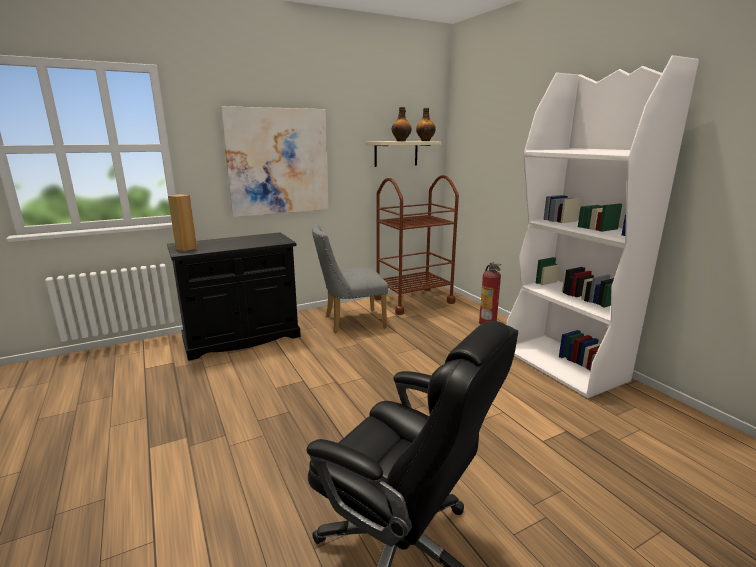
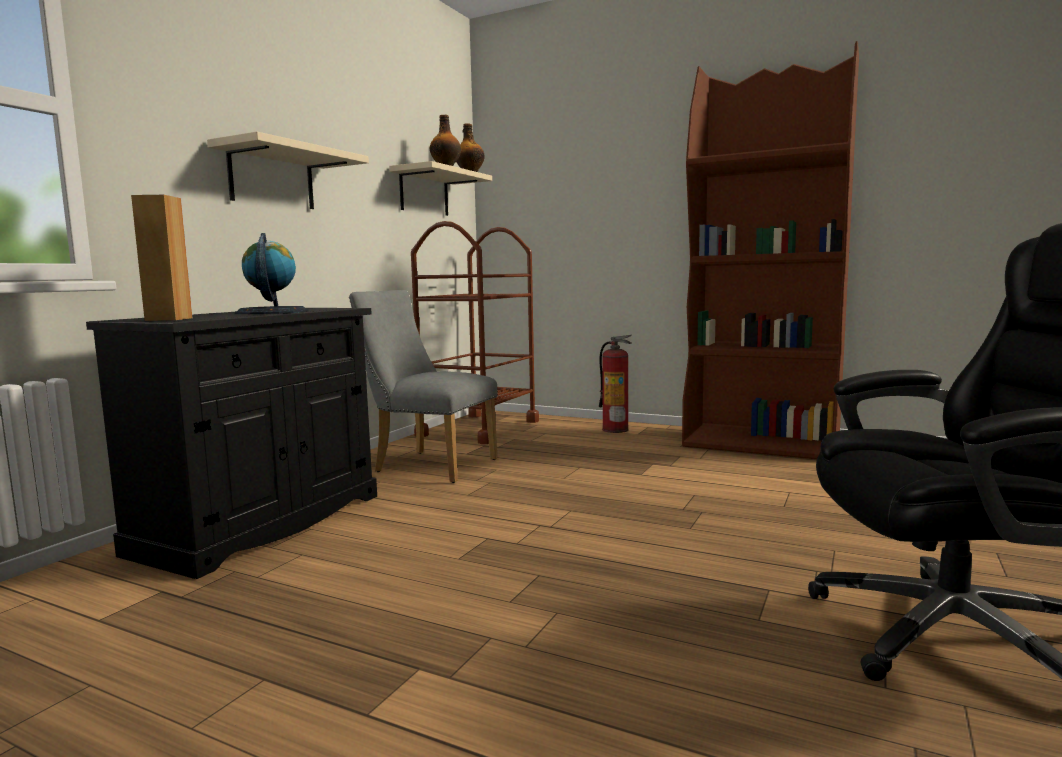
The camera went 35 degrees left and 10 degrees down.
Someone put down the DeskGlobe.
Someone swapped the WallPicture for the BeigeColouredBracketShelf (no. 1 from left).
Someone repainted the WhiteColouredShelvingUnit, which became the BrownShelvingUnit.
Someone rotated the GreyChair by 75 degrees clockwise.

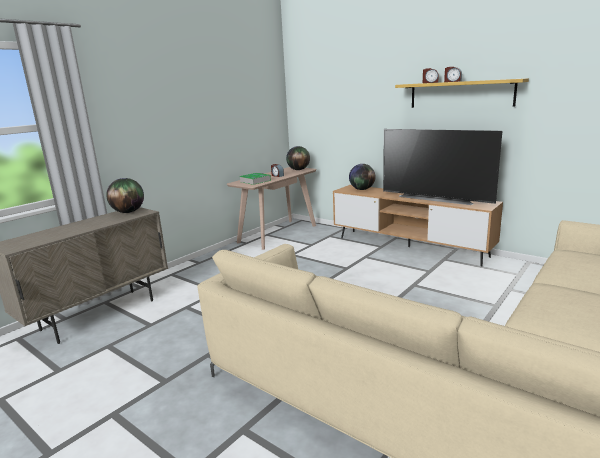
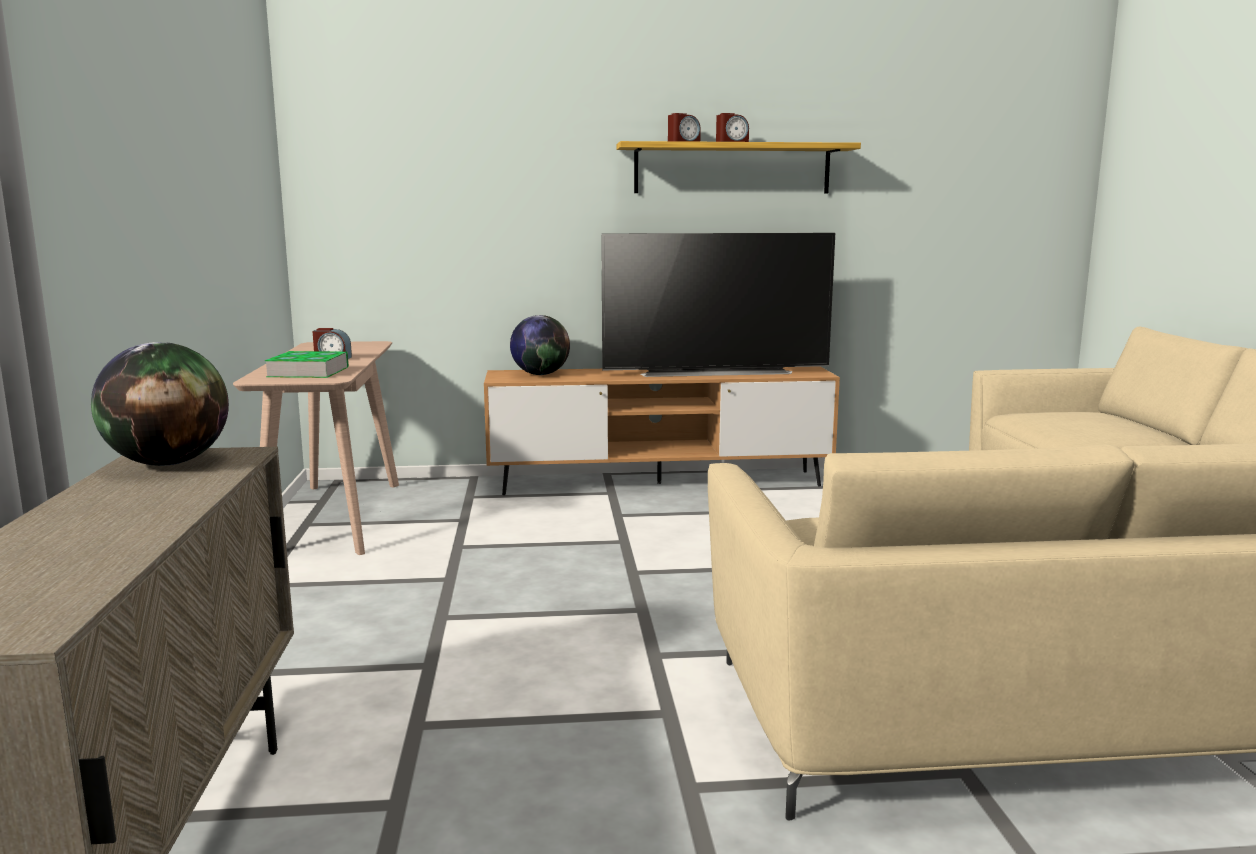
The camera went 45 degrees left and 5 degrees down.
Someone took away the DeskGlobe (no. 2 from left).

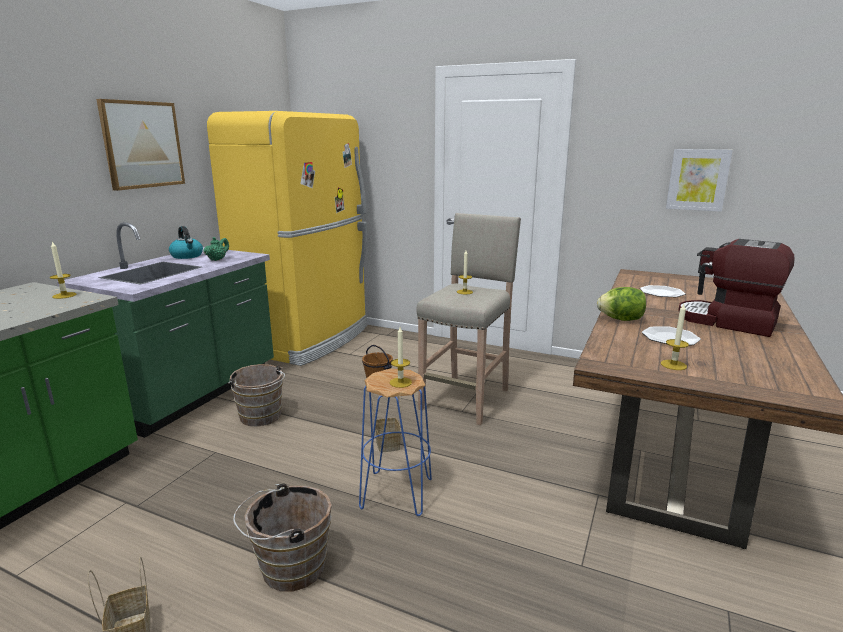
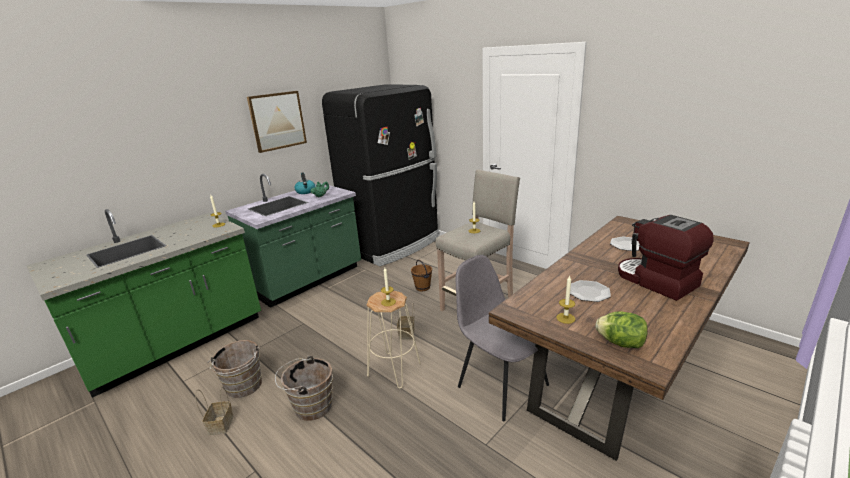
The camera went 20 degrees right and 5 degrees up.
Someone took away the WallPicture (no. 2 from left).
Someone put down the GreyChair.
Someone carried the BrownPail (no. 1 from left).
Someone carried the LettuceHead.
Someone repainted the YellowKitchenFridge, which became the BlackColouredKitchenFridge.
Someone repainted the BluishStool, which became the BeigeColouredStool (no. 1 from left).

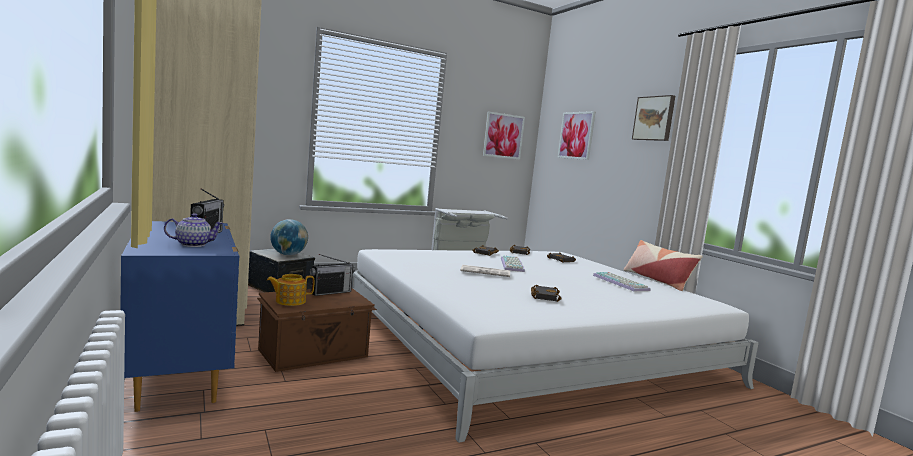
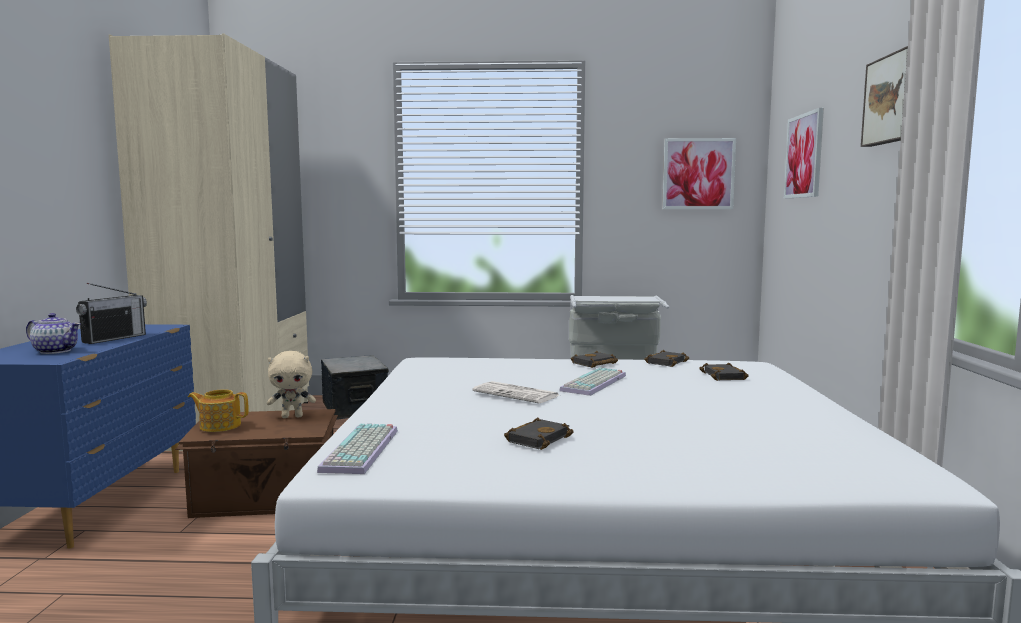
The camera went 30 degrees right and 0 degrees up.
Someone took away the DeskGlobe.
Someone took away the ThrowPillow.
Someone carried the Keyboard (no. 2 from left in the first image).
Someone swapped the Radio (no. 2 from left) for the BeigeColouredPlushToy.

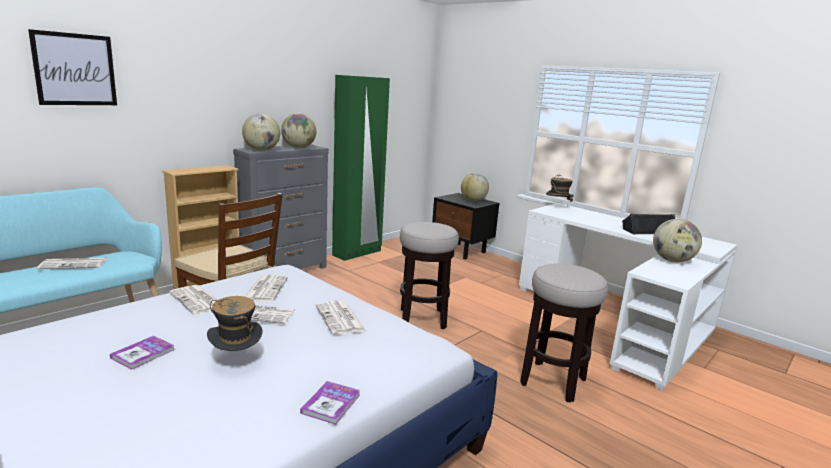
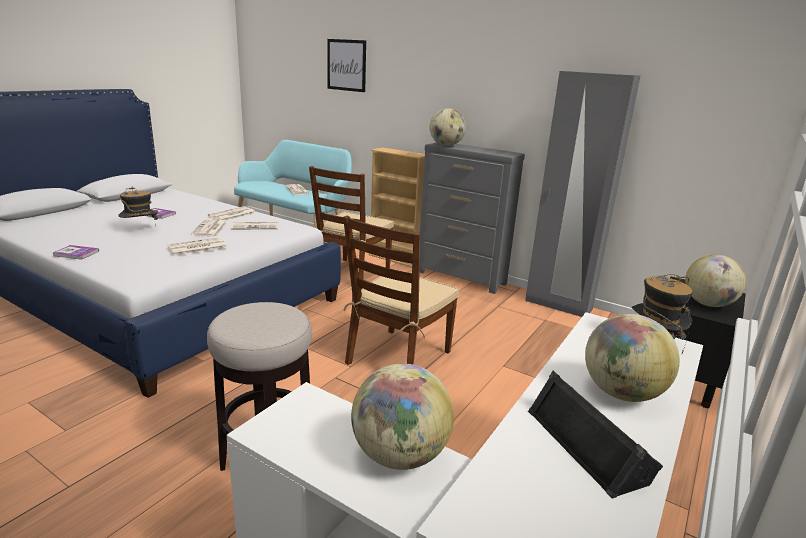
The camera went 80 degrees right and 5 degrees up.
Someone carried the DeskGlobe (no. 2 from left in the first image).
Someone swapped the Stool (no. 1 from left) for the BrownChair (no. 2 from left).
Someone repainted the GreenColouredClothesCupboard, which became the GreyClothesCupboard.

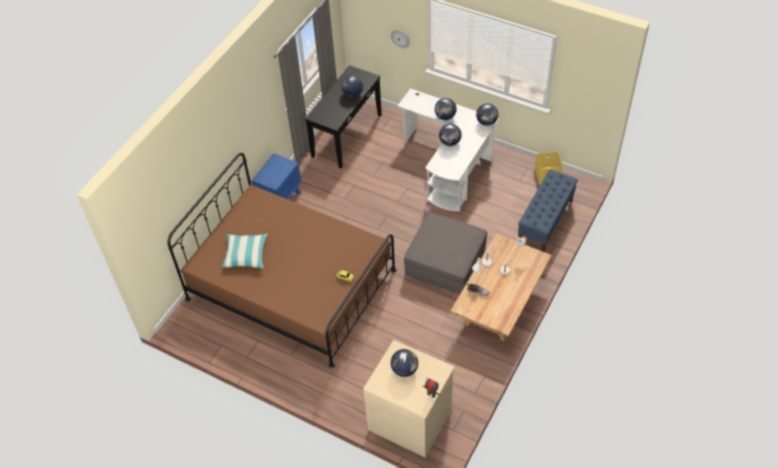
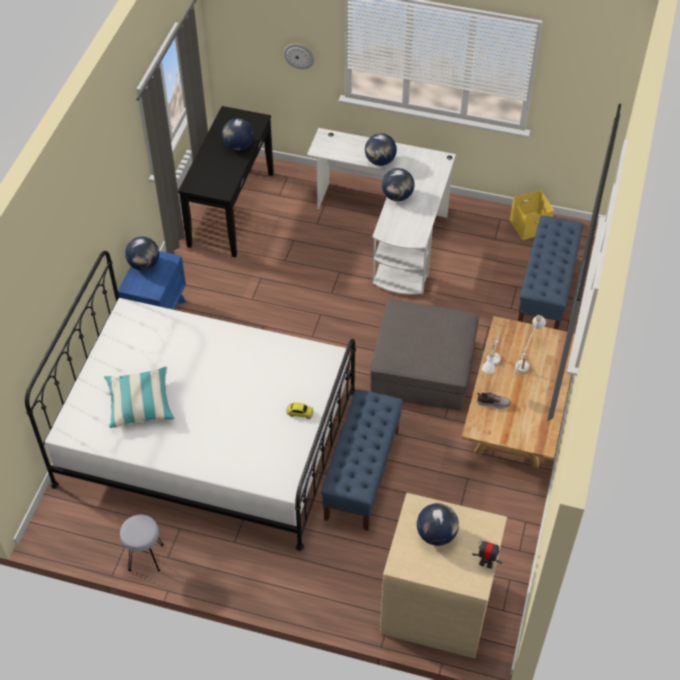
The camera went 15 degrees left and 0 degrees up.
Someone put down the GreyStool.
Someone put down the BluishBench (no. 1 from left).
Someone carried the DeskGlobe (no. 5 from left in the first image).
Someone repainted the BrownBedroomBed, which became the WhiteColouredBedroomBed.

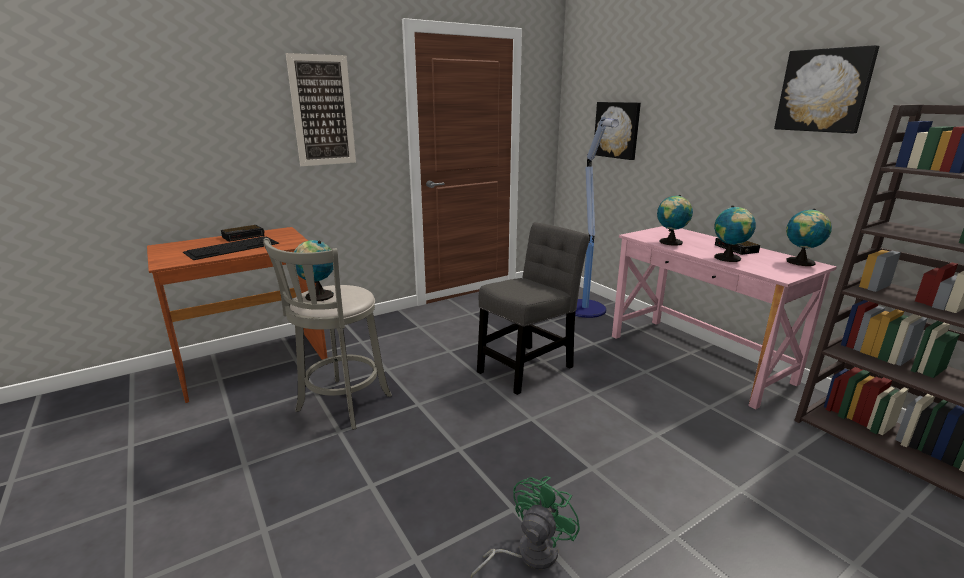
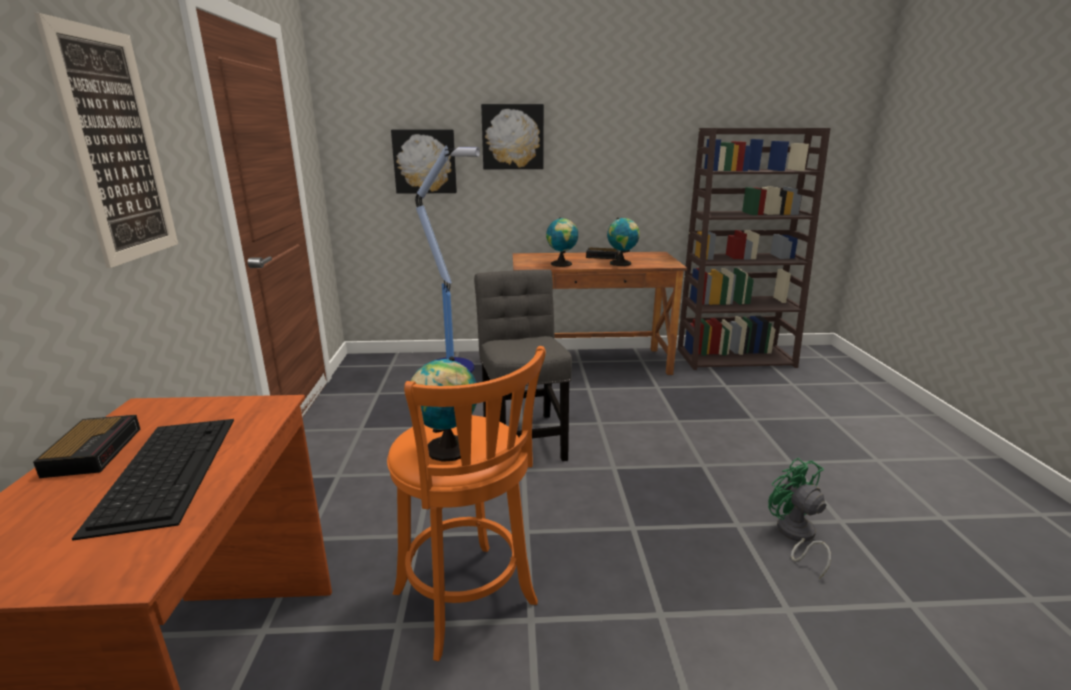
The camera went 60 degrees left and 0 degrees up.
Someone took away the DeskGlobe (no. 4 from left).
Someone carried the WallPicture (no. 3 from left).
Someone repainted the GreyStool, which became the OrangeStool.
Someone repainted the PinkishDesk, which became the BrownDesk (no. 2 from left).

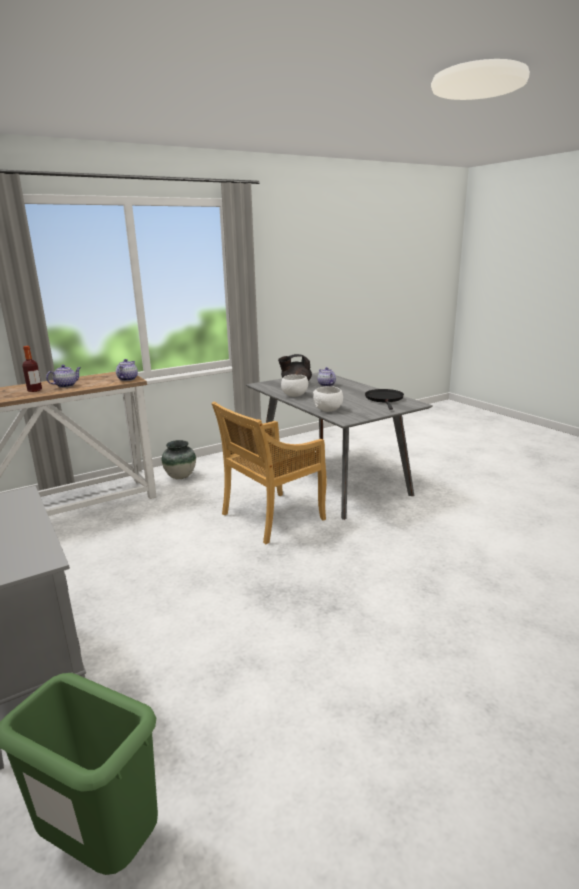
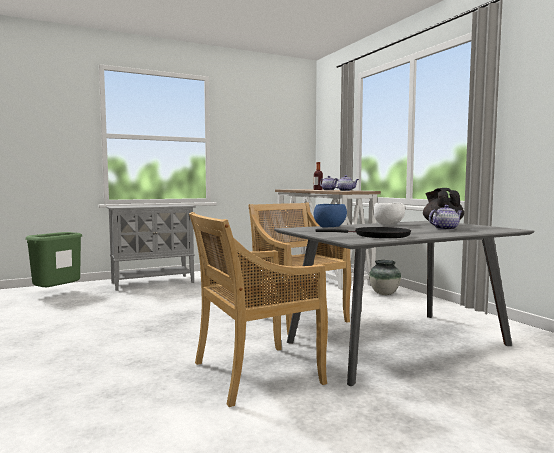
The camera went 95 degrees right and 15 degrees down.
Someone put down the BeigeColouredChair (no. 1 from left).
Someone repainted the WhiteColouredBowl (no. 2 from left), which became the BluishBowl.

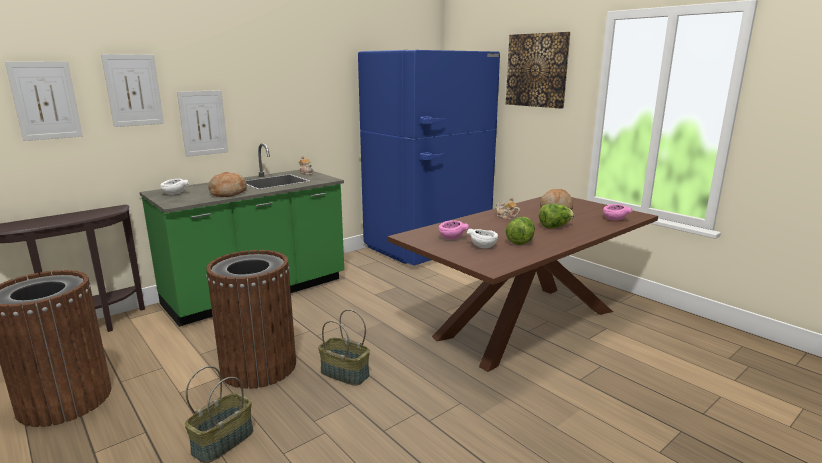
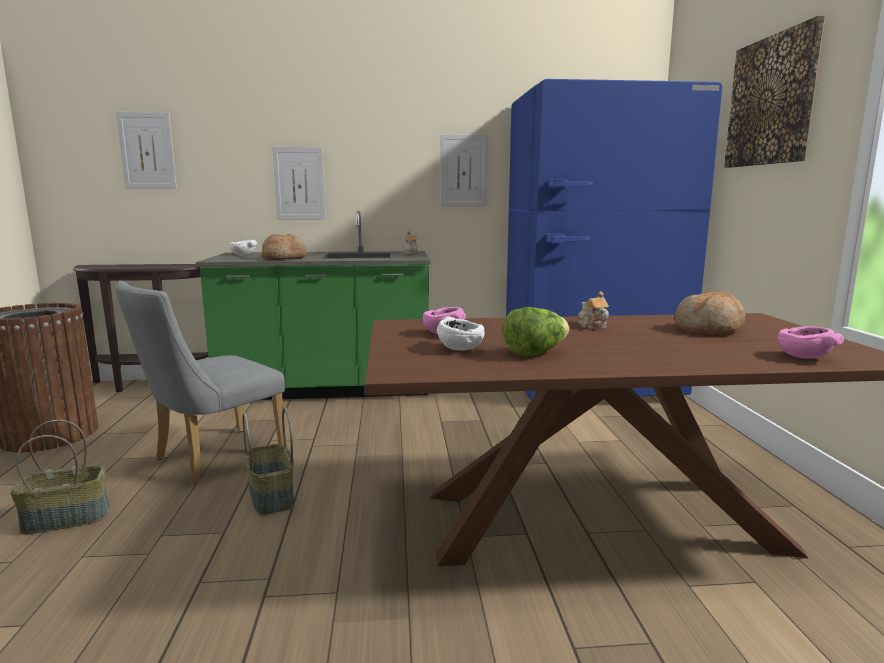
The camera went 35 degrees right and 5 degrees down.
Someone took away the LettuceHead (no. 2 from left).
Someone carried the WallPicture (no. 2 from left in the first image).
Someone swapped the BrownWasteBin (no. 2 from left) for the GreyChair.

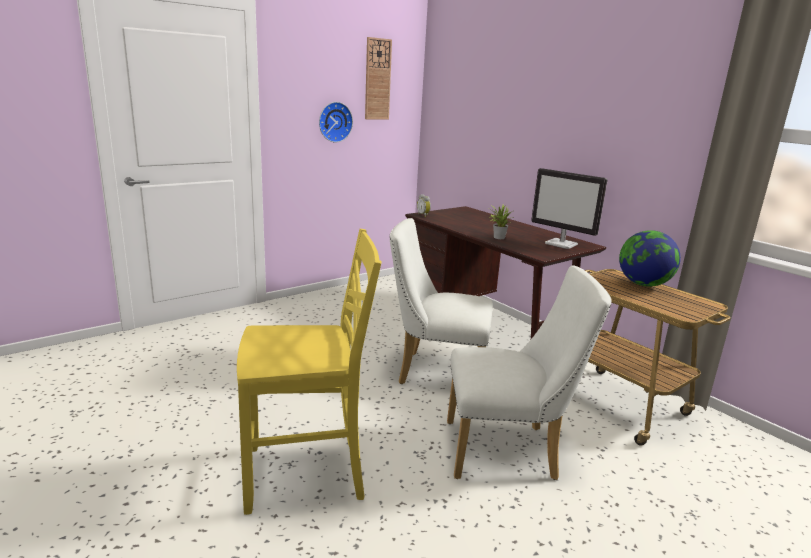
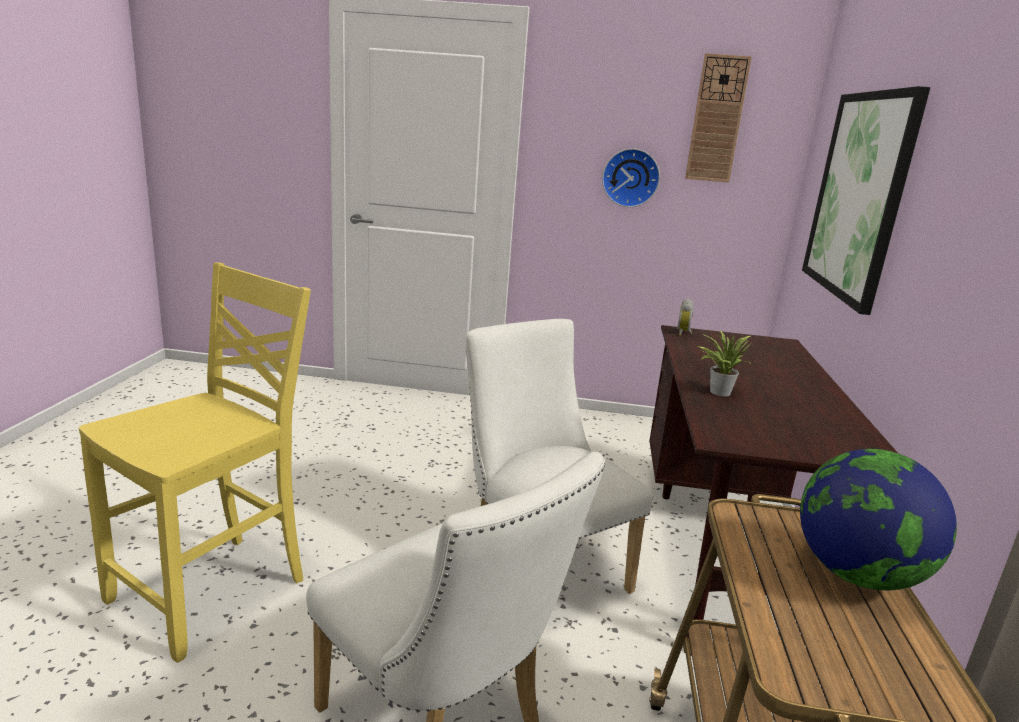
The camera went 45 degrees right and 0 degrees up.
Someone took away the ComputerScreen.
Someone put up the WallPicture.
Someone rotated the YellowChair by 90 degrees counterclockwise.

